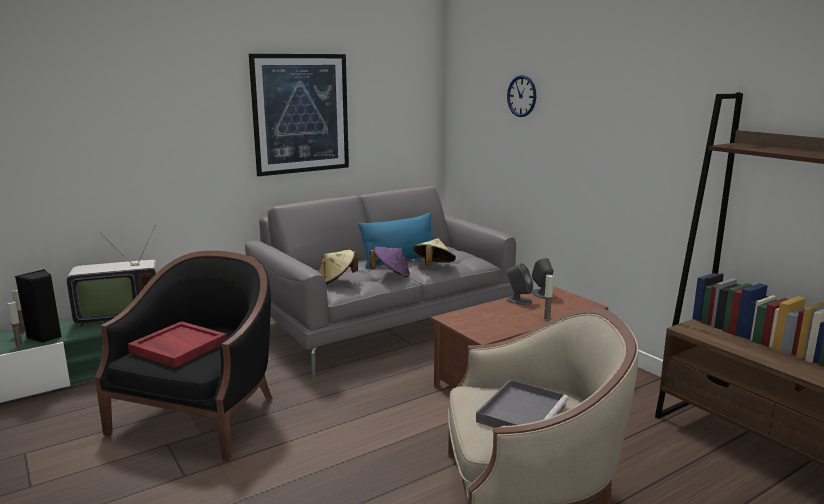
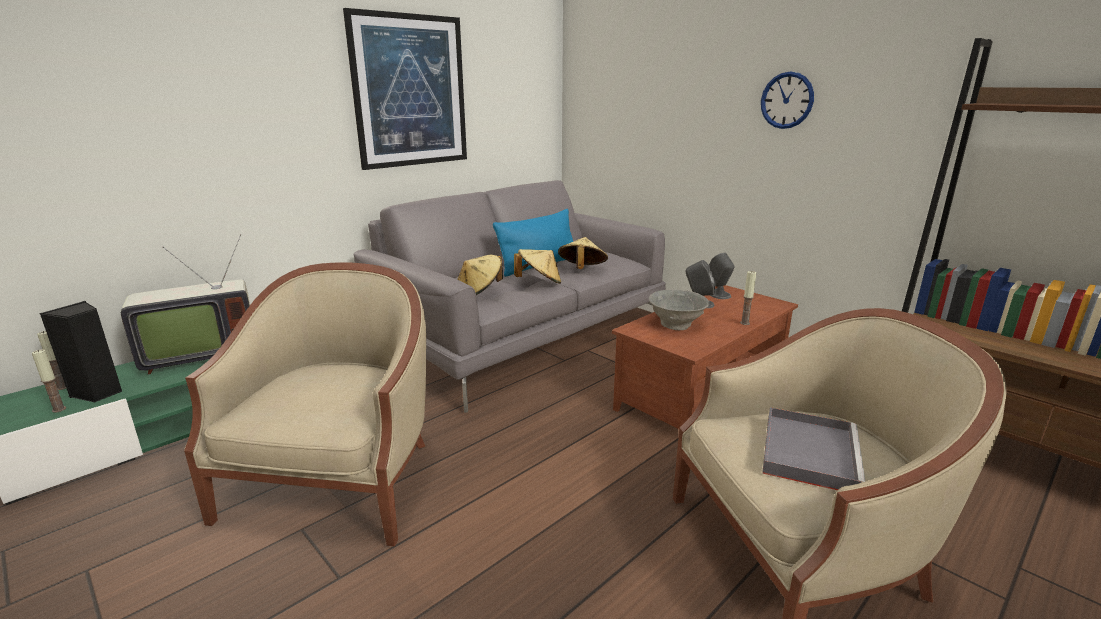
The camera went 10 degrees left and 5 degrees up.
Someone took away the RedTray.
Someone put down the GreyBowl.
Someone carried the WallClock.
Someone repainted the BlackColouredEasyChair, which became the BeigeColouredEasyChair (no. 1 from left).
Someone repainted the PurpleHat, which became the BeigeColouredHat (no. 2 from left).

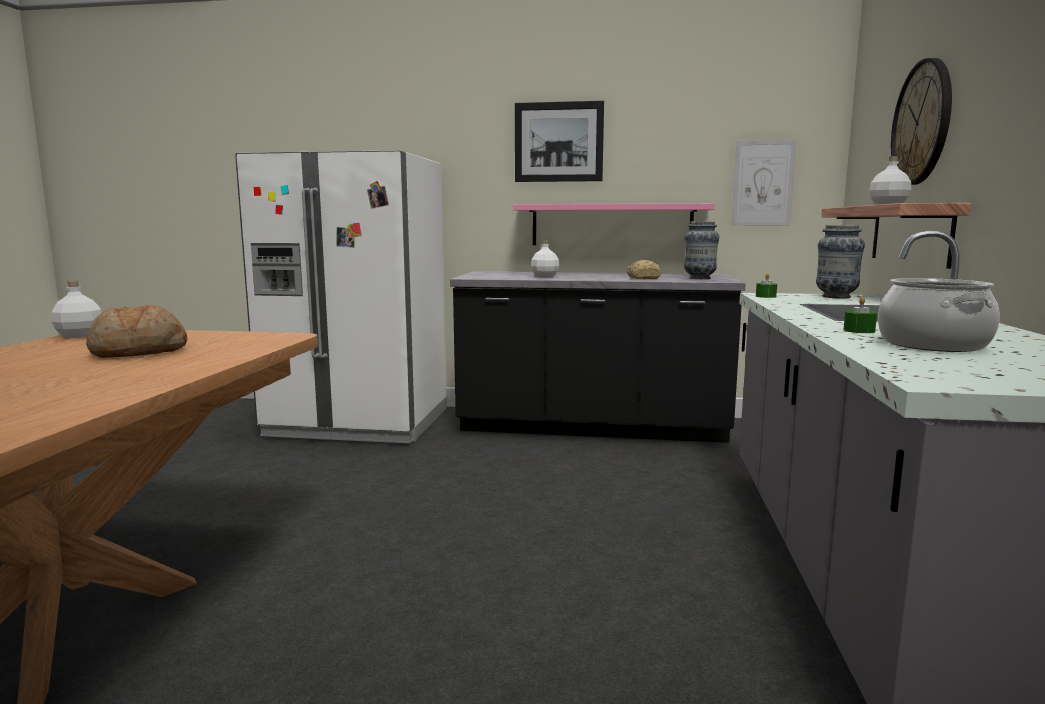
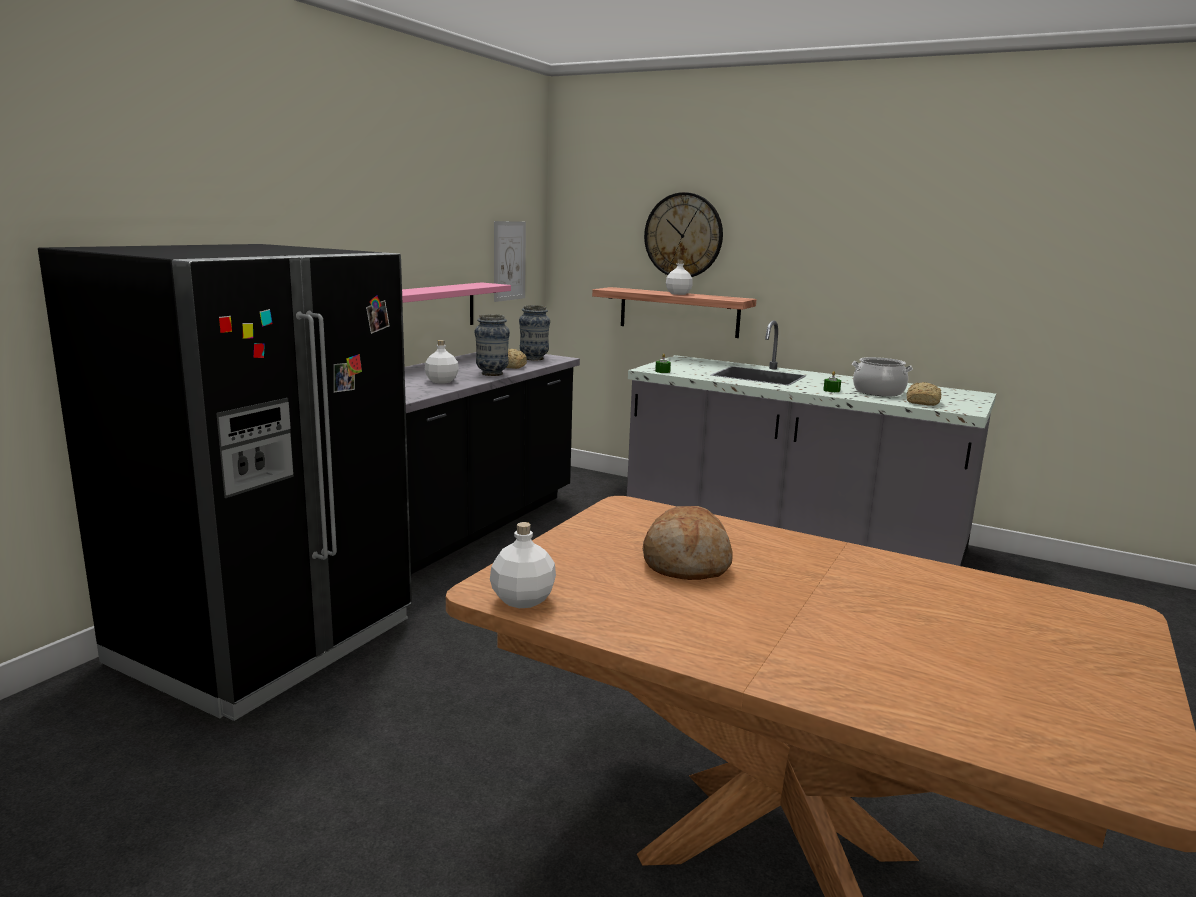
The camera went 70 degrees left and 5 degrees up.
Someone took away the WallPicture (no. 1 from left).
Someone put down the BakedBread (no. 3 from left).
Someone carried the Vase (no. 2 from left in the first image).
Someone repainted the WhiteColouredKitchenFridge, which became the BlackColouredKitchenFridge.

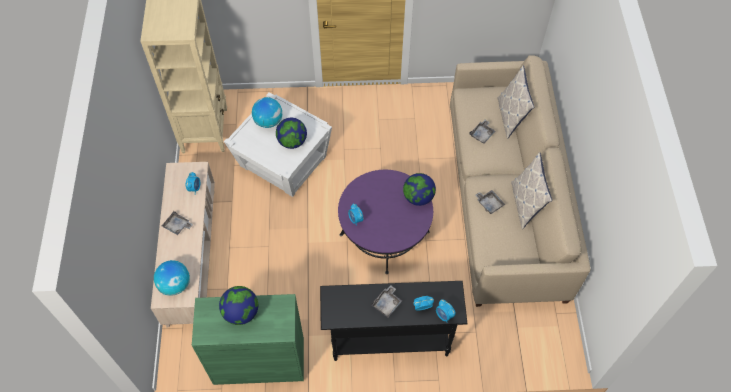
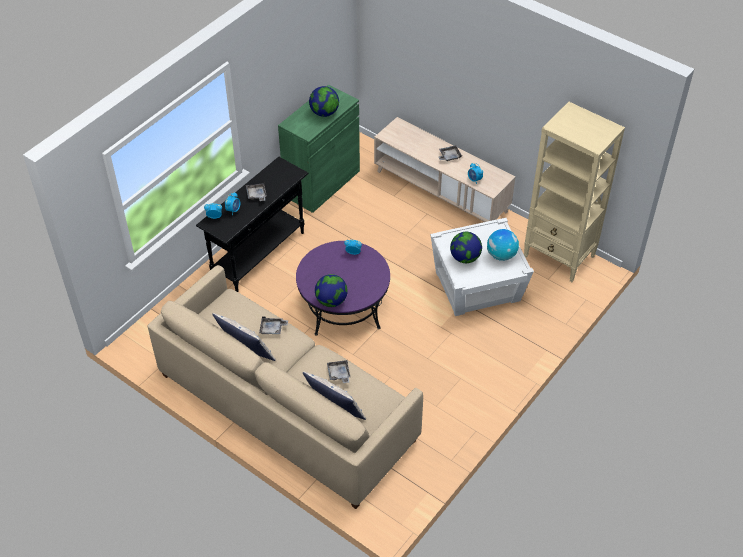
The camera went 130 degrees right and 10 degrees down.
Someone took away the DeskGlobe (no. 1 from left).

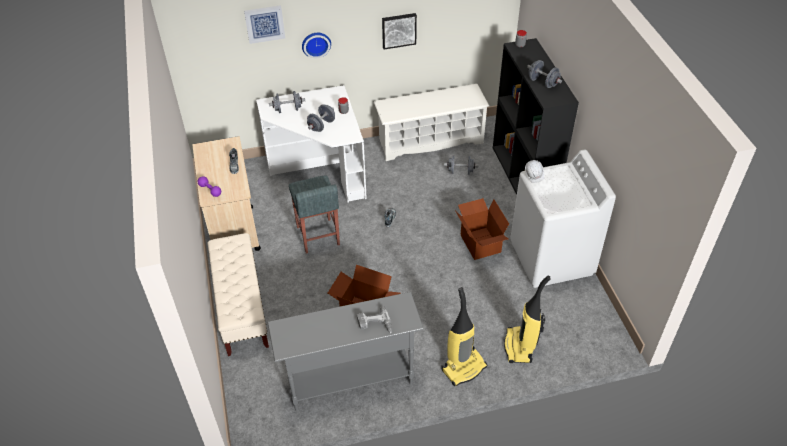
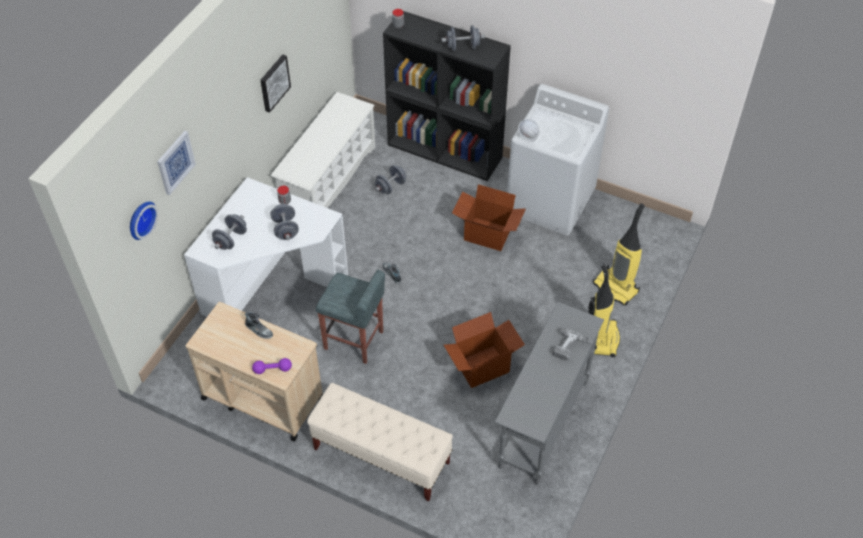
The camera went 50 degrees left and 5 degrees up.
Someone carried the WallClock.

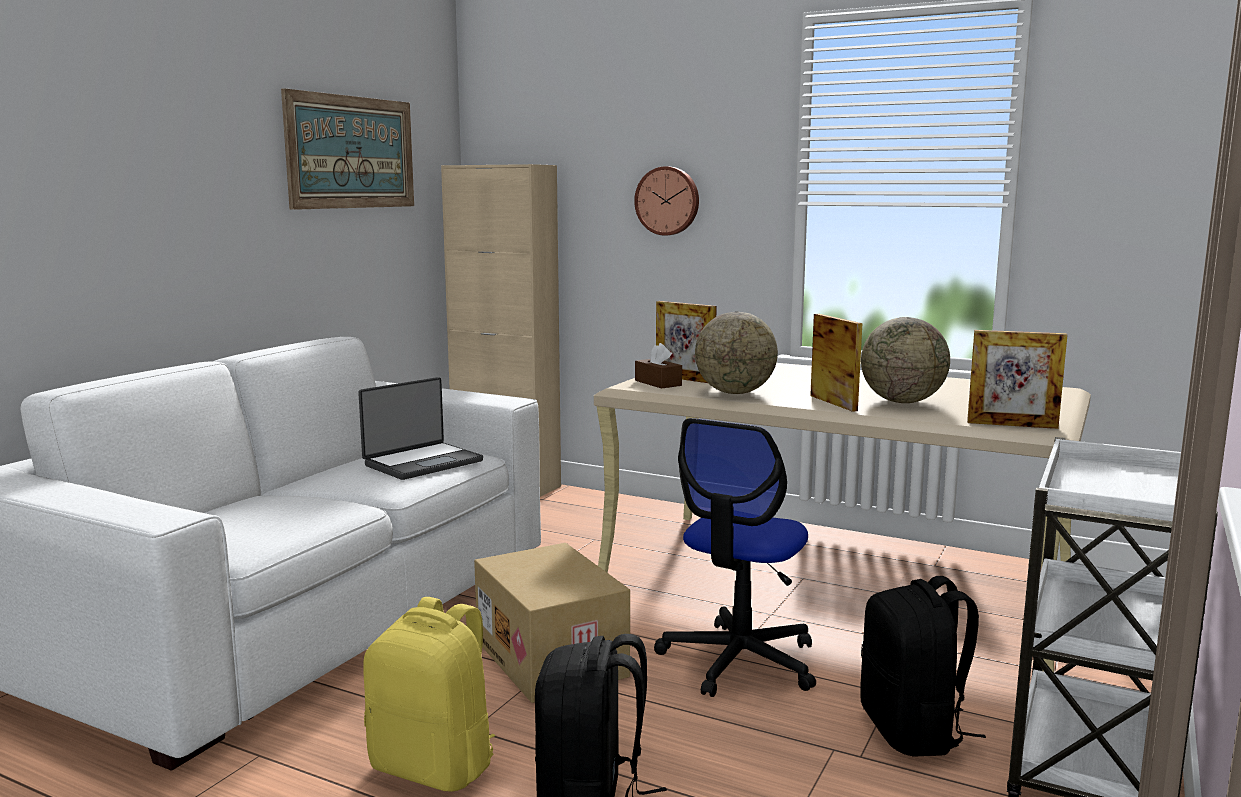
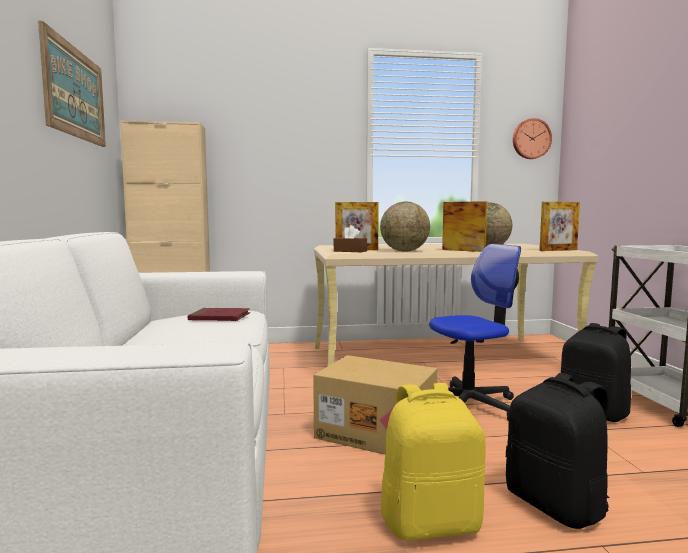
The camera went 35 degrees left and 5 degrees down.
Someone carried the WallClock.
Someone swapped the PortableComputer for the RedBoundBook.
Someone rotated the ComputerChair by 105 degrees counterclockwise.

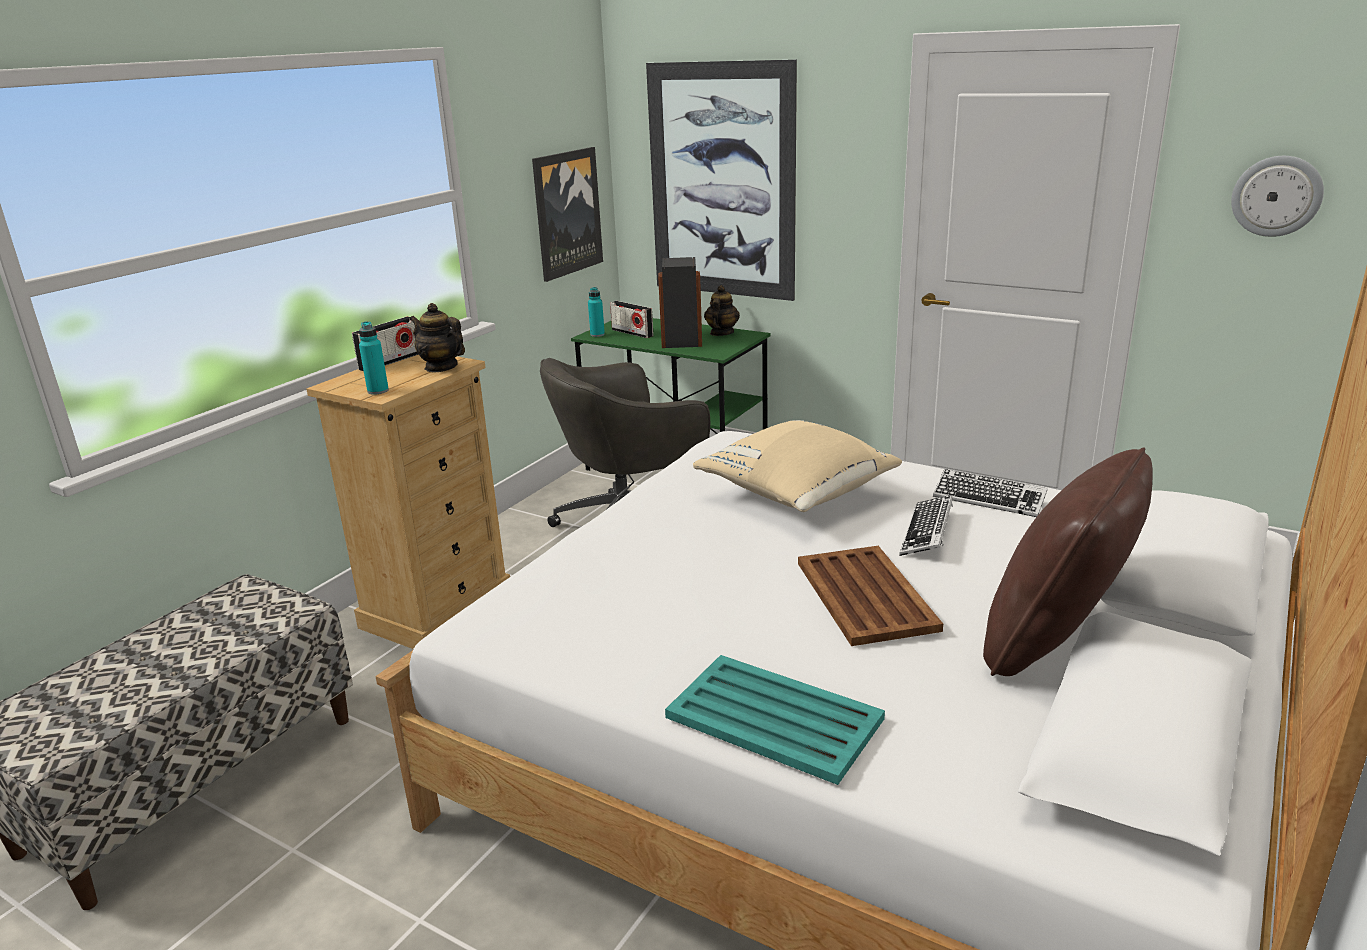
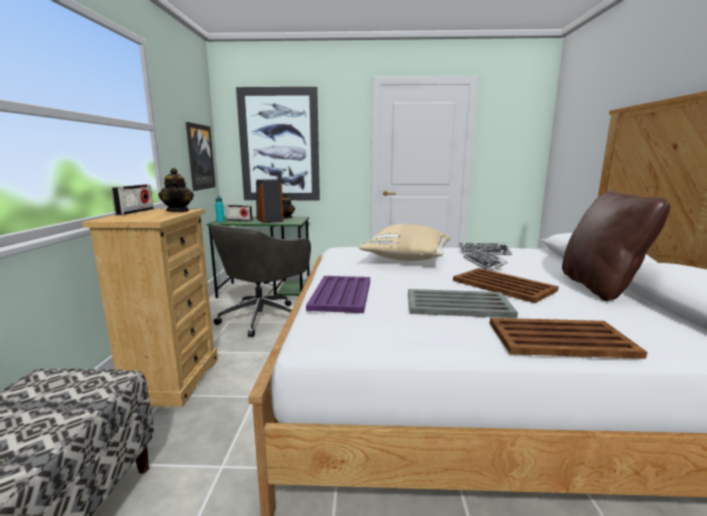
The camera went 30 degrees left and 10 degrees down.
Someone took away the TurquoiseBottle (no. 1 from left).
Someone took away the WallClock.
Someone put down the PurpleTray.
Someone put down the GreyTray.
Someone repainted the TurquoiseTray, which became the BrownTray (no. 2 from left).
Someone rotated the TeaPot (no. 1 from left) by 120 degrees counterclockwise.

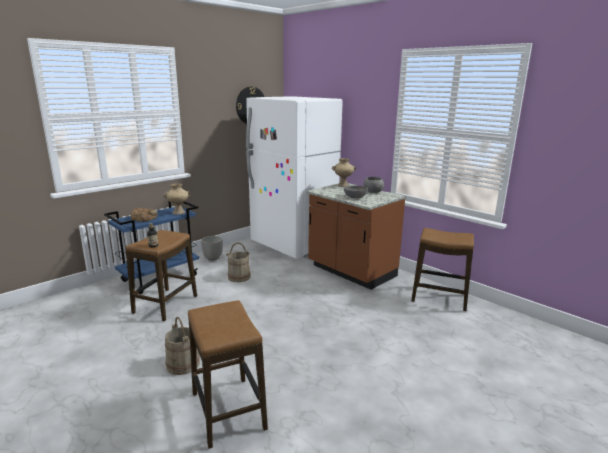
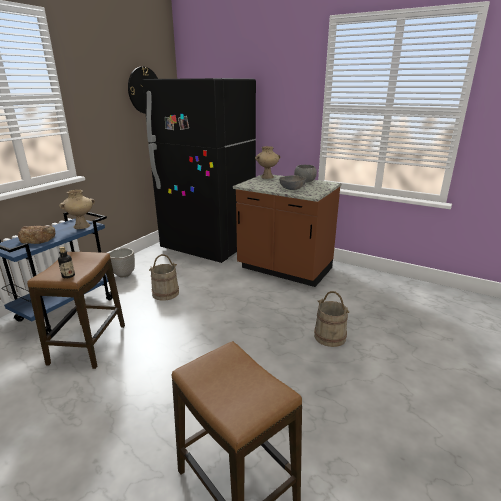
The camera went 15 degrees left and 5 degrees up.
Someone took away the Stool (no. 3 from left).
Someone carried the BeigeColouredPail (no. 1 from left in the first image).
Someone repainted the WhiteColouredKitchenFridge, which became the BlackColouredKitchenFridge.

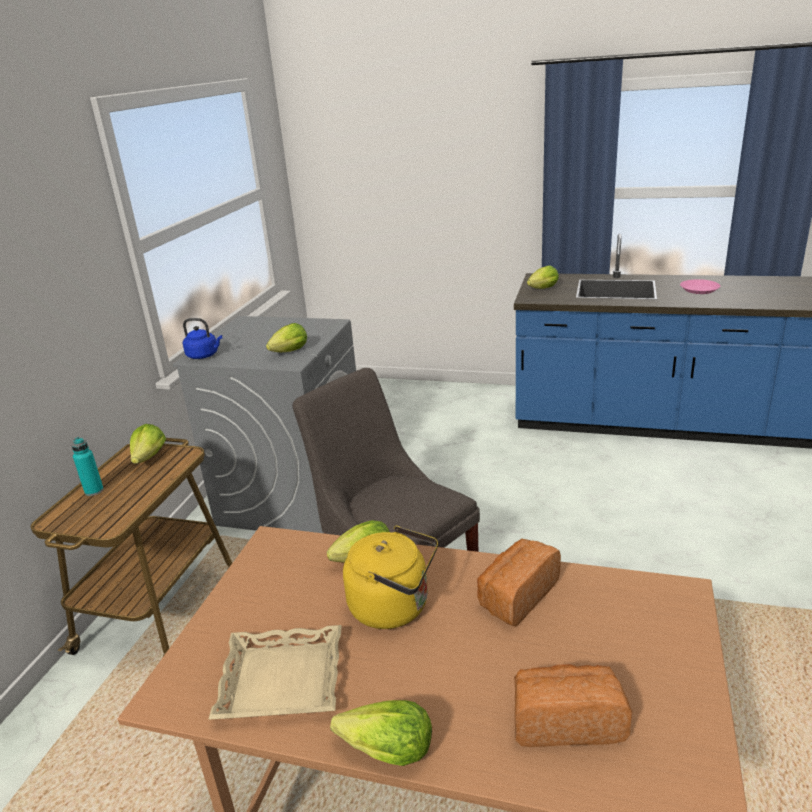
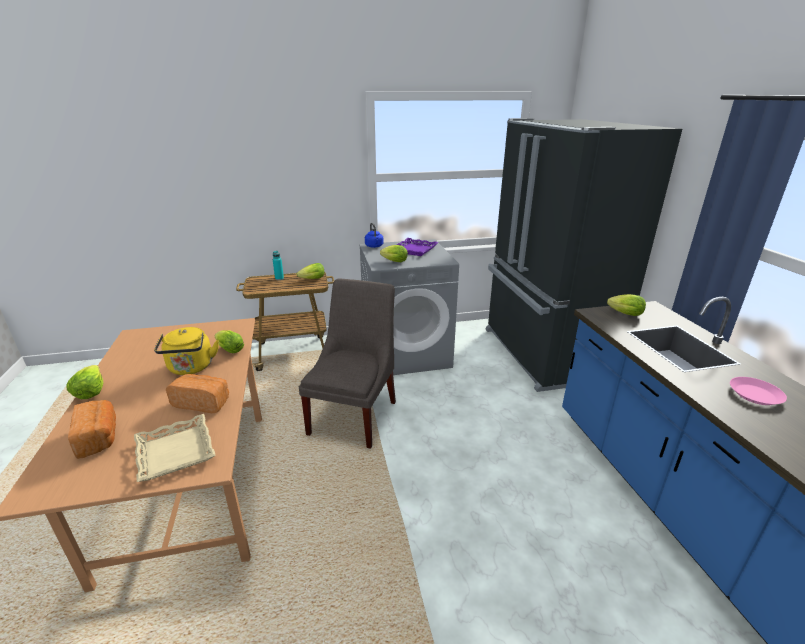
The camera went 60 degrees right and 0 degrees up.
Someone put down the PurpleTray.
Someone put down the BlackColouredKitchenFridge.
Someone carried the BeigeColouredTray.

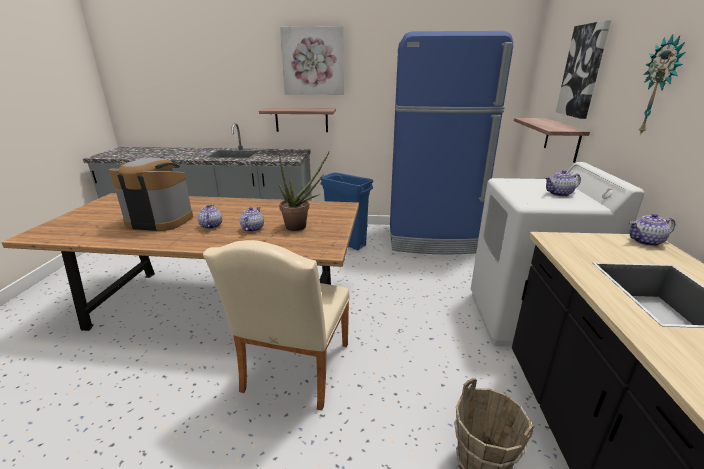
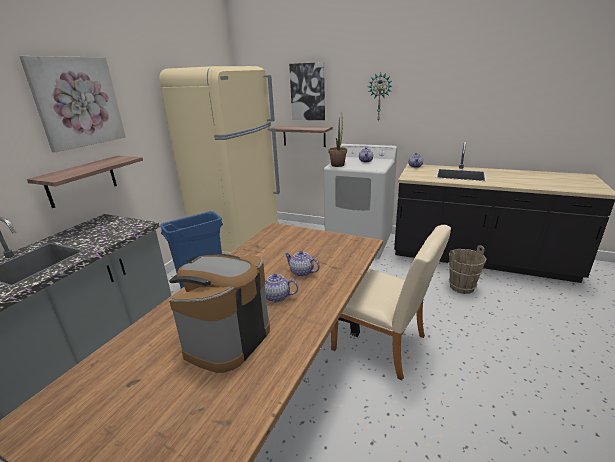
The camera went 70 degrees left and 0 degrees up.
Someone carried the Houseplant.
Someone repainted the BluishKitchenFridge, which became the BeigeColouredKitchenFridge.

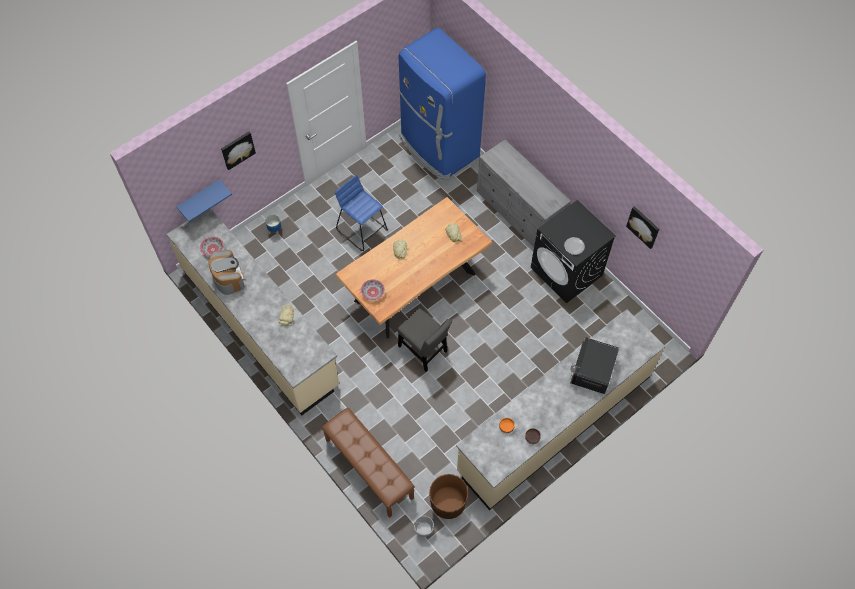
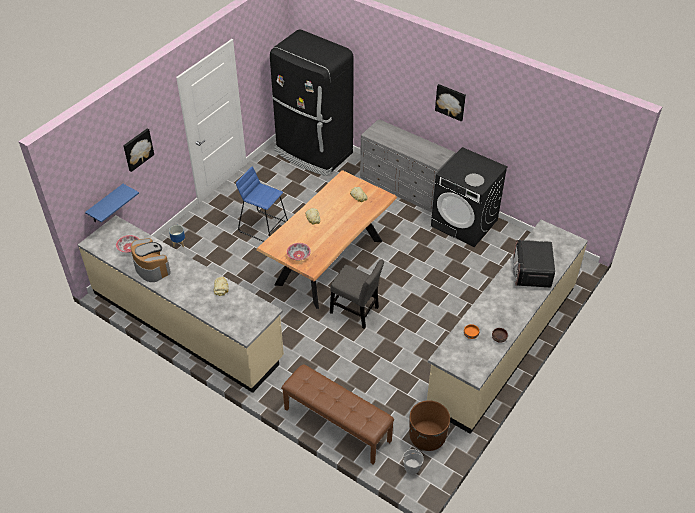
The camera went 15 degrees left and 15 degrees down.
Someone carried the WallPicture (no. 2 from left).
Someone repainted the BluishKitchenFridge, which became the BlackColouredKitchenFridge.

